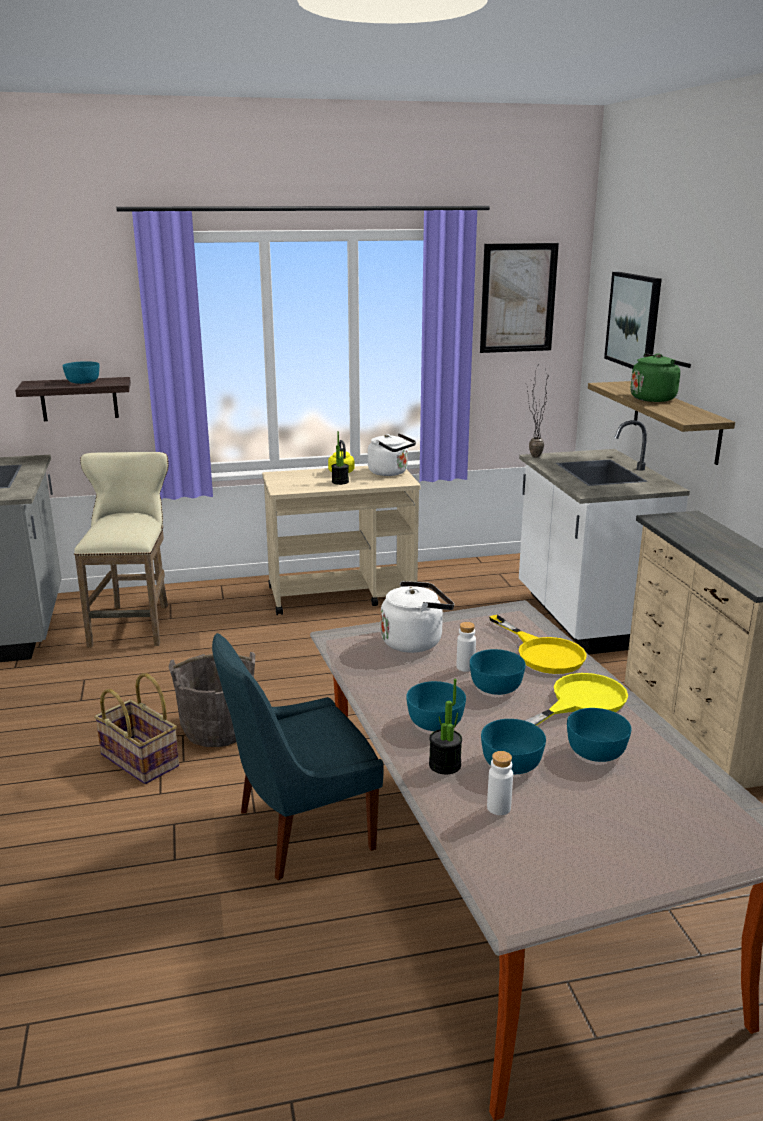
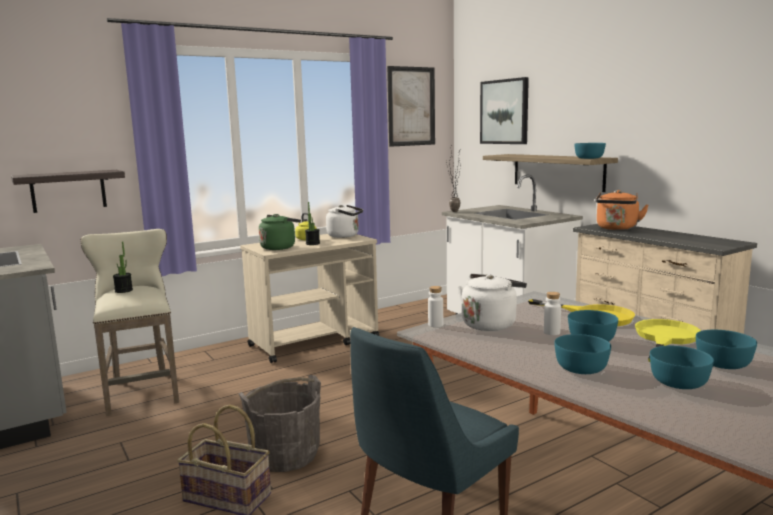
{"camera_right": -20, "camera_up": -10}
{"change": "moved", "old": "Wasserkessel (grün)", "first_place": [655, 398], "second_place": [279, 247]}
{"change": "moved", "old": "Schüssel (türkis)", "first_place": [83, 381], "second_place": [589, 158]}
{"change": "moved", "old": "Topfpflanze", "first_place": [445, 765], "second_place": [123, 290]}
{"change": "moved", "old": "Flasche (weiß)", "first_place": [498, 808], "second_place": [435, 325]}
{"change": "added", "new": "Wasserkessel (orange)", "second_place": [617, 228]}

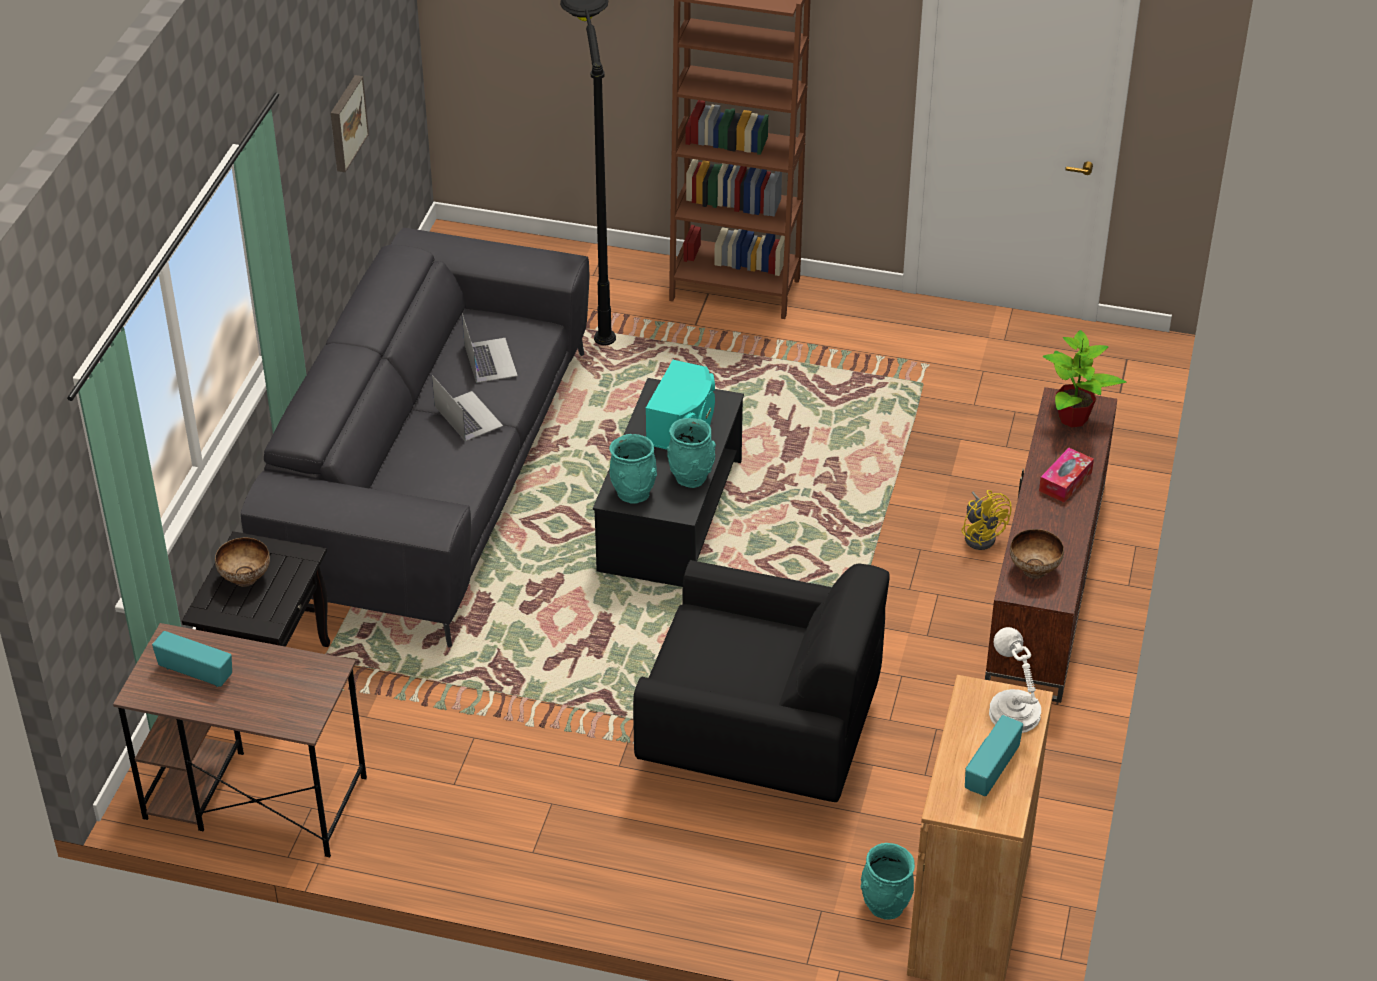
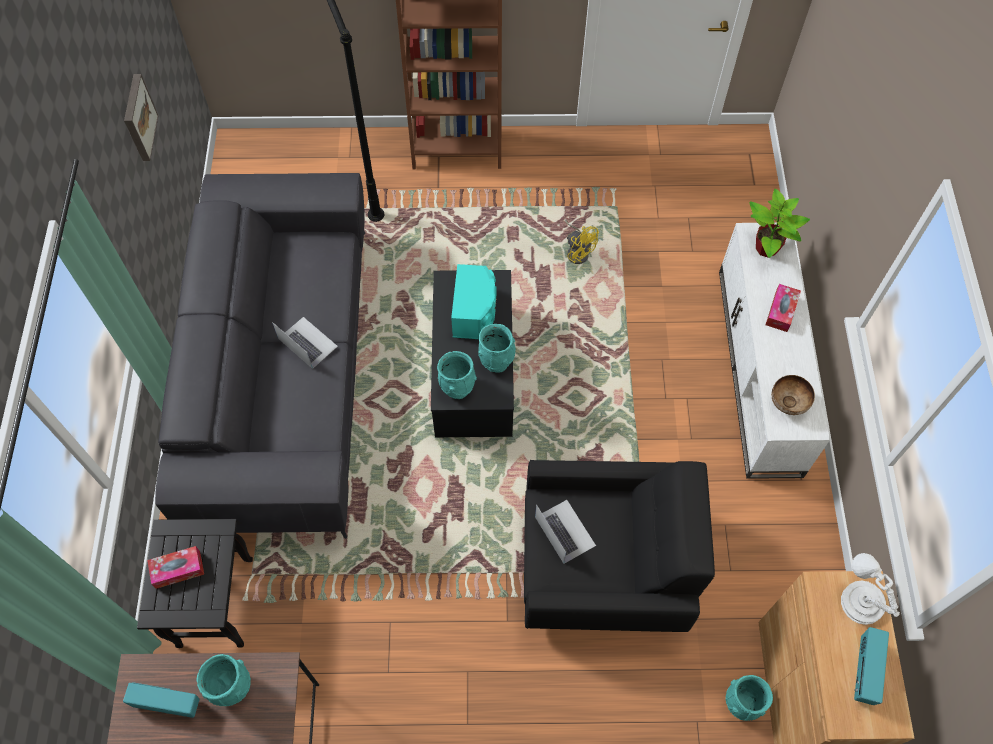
{"camera_right": -15, "camera_up": 20}
{"change": "moved", "old": "Laptop", "first_place": [490, 360], "second_place": [564, 531]}
{"change": "recoloured", "old": "Fernsehschrank (braun)", "new": "Fernsehschrank (weiß)", "first_place": [1048, 584], "second_place": [760, 370]}
{"change": "moved", "old": "Ventilator (gelb)", "first_place": [981, 535], "second_place": [577, 251]}
{"change": "replaced", "old": "Schüssel", "new": "Taschentuchbox", "first_place": [245, 579], "second_place": [178, 569]}
{"change": "added", "new": "Vase (türkis)", "second_place": [232, 687]}

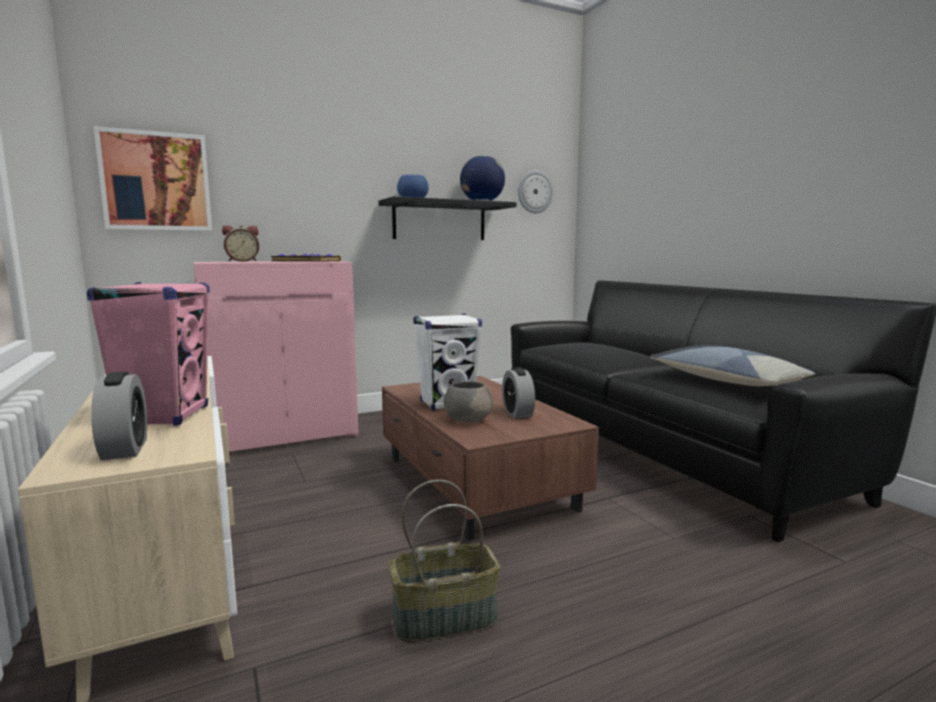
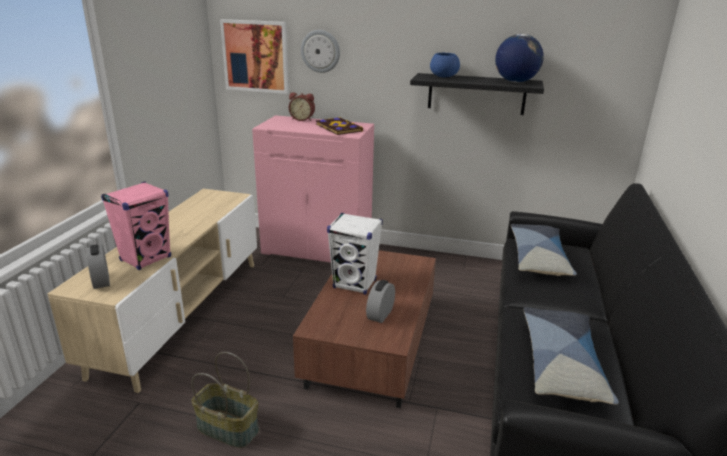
{"camera_right": 40, "camera_up": 15}
{"change": "moved", "old": "Wanduhr", "first_place": [534, 192], "second_place": [320, 51]}
{"change": "turned", "old": "Wecker", "first_place": [125, 449], "second_place": [101, 281], "degrees": 135}
{"change": "removed", "old": "Schüssel (grau)", "first_place": [468, 419]}
{"change": "added", "new": "Kissen", "second_place": [538, 258]}

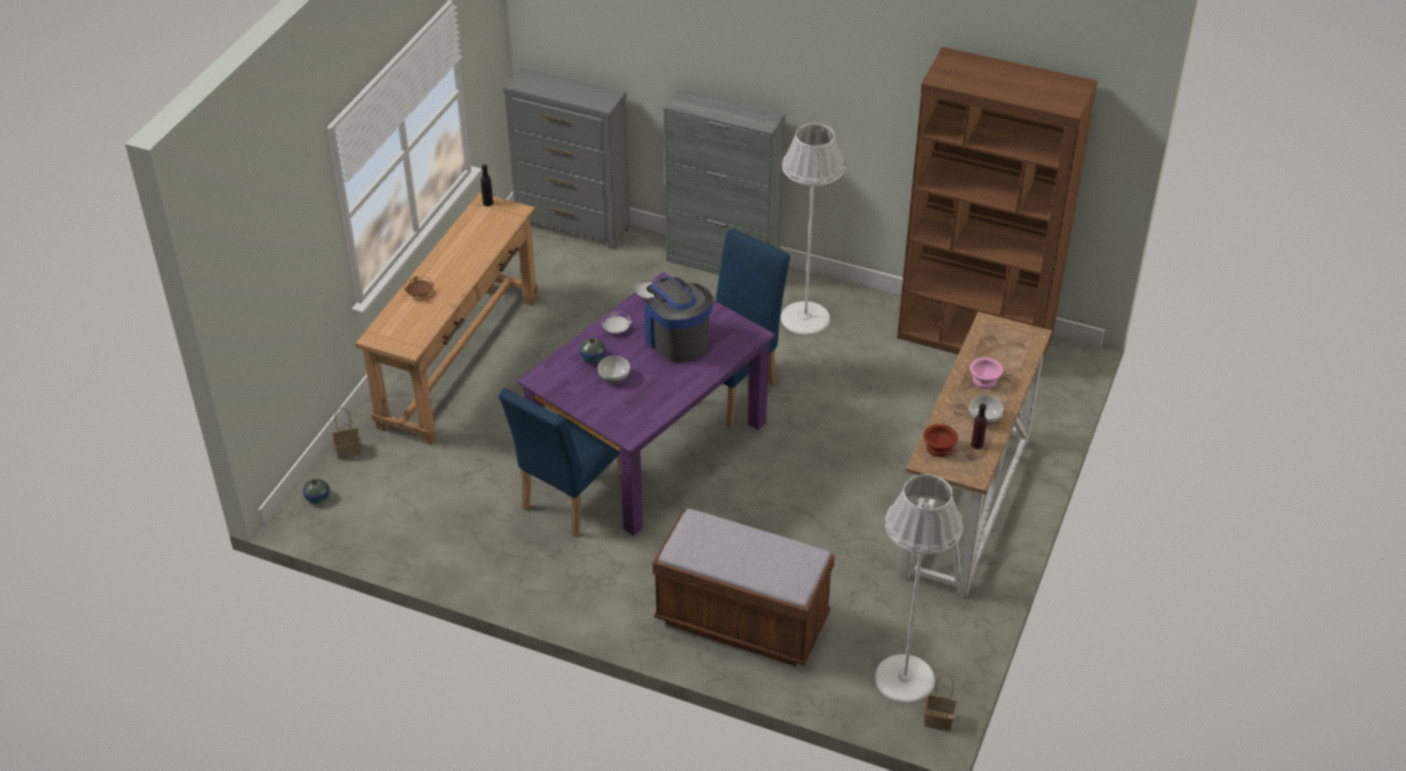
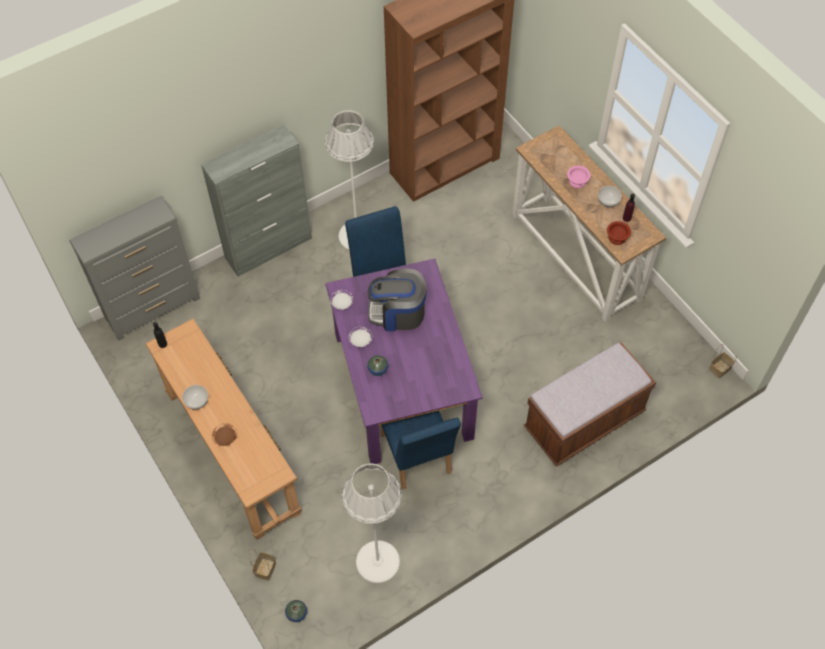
{"camera_right": -55, "camera_up": 15}
{"change": "moved", "old": "Schüssel", "first_place": [614, 377], "second_place": [197, 401]}
{"change": "moved", "old": "Stehlampe (weiß)", "first_place": [904, 678], "second_place": [377, 561]}

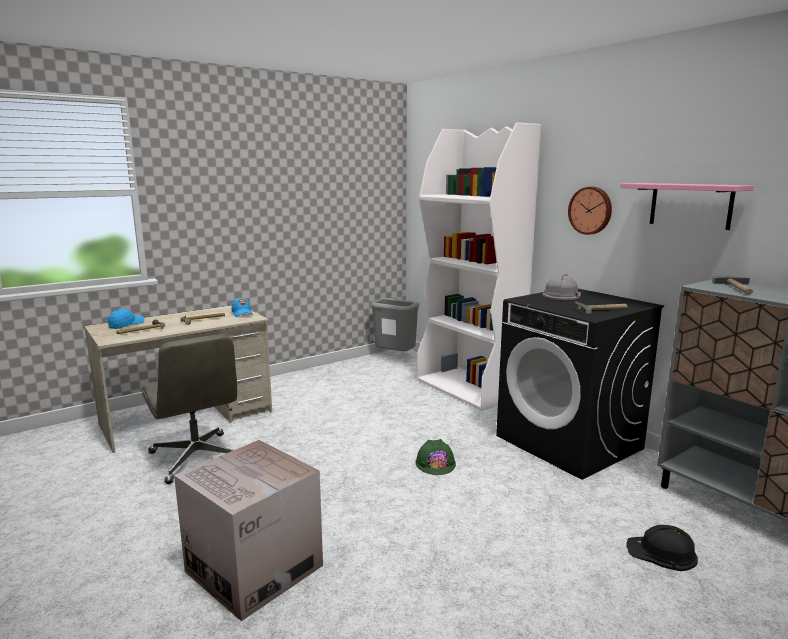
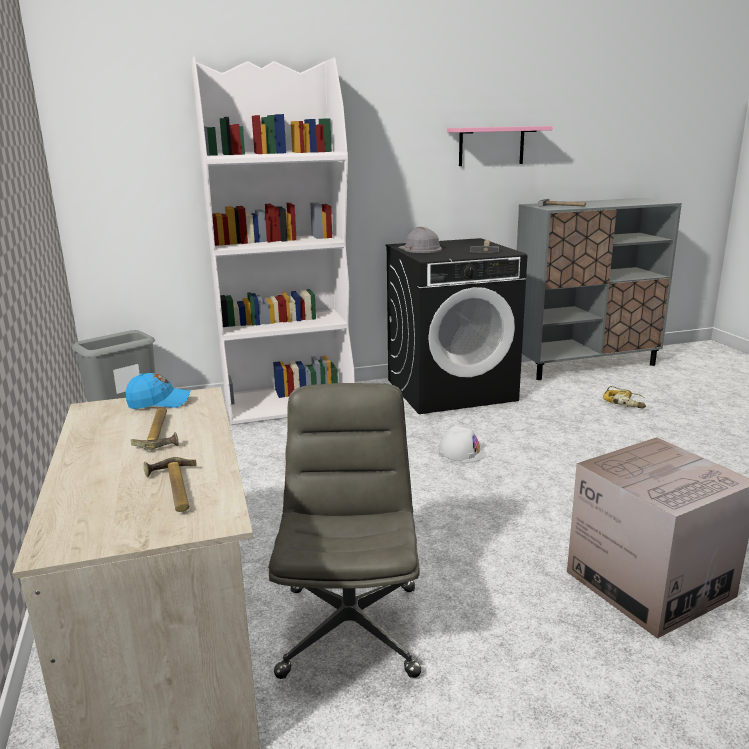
{"camera_right": -70, "camera_up": 5}
{"change": "removed", "old": "Wanduhr", "first_place": [591, 210]}
{"change": "removed", "old": "Kappe (blau)", "first_place": [126, 324]}
{"change": "turned", "old": "Bürostuhl (grau)", "first_place": [197, 458], "second_place": [350, 628], "degrees": -75}
{"change": "recoloured", "old": "Schutzhelm (grün)", "new": "Schutzhelm (weiß)", "first_place": [435, 463], "second_place": [461, 452]}
{"change": "replaced", "old": "Schutzhelm (schwarz)", "new": "Bohrmaschine", "first_place": [662, 552], "second_place": [625, 402]}

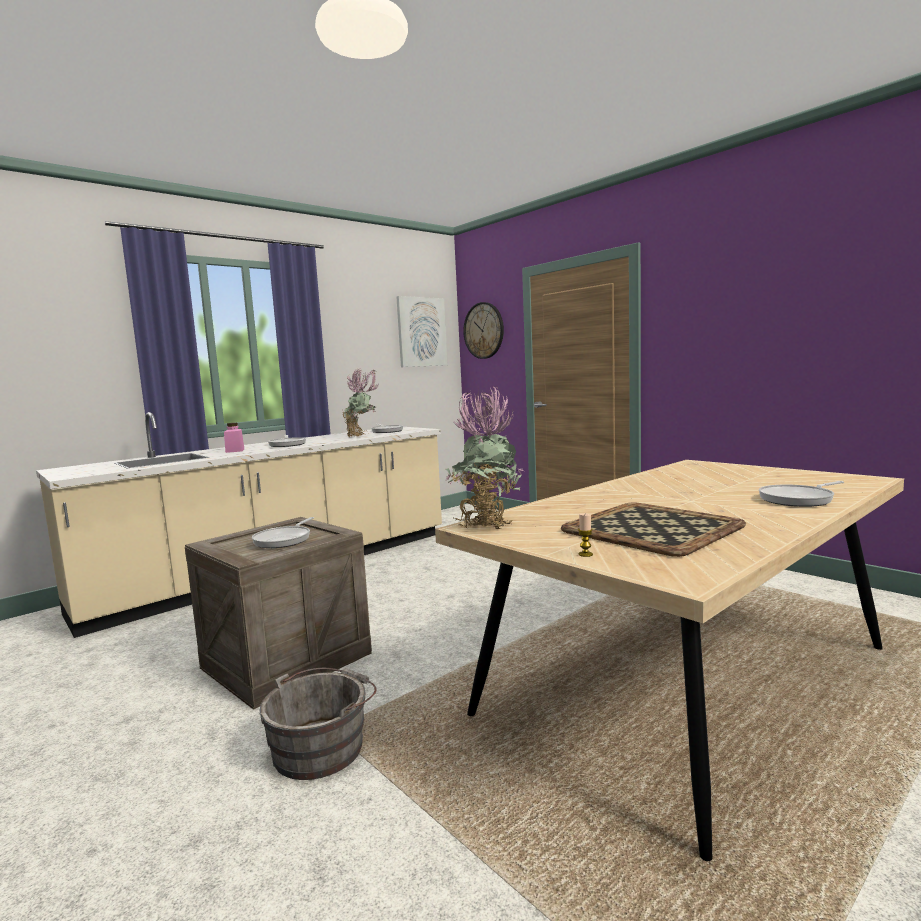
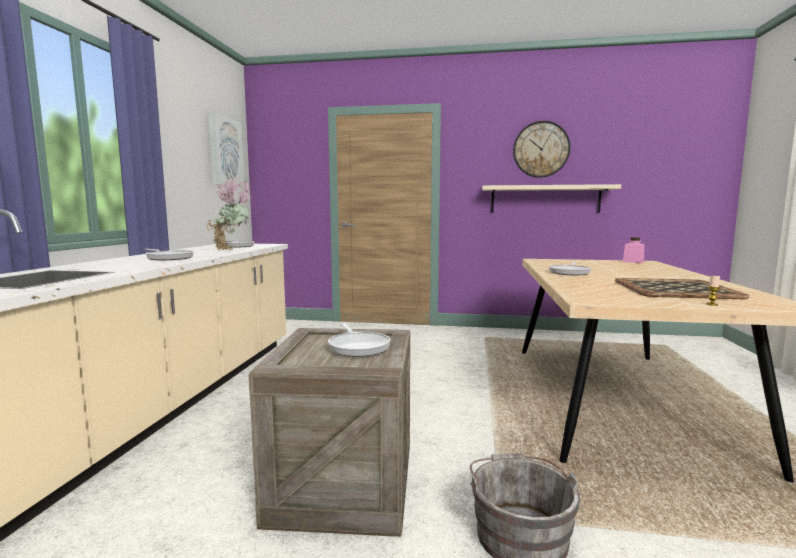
{"camera_right": -40, "camera_up": 0}
{"change": "moved", "old": "Wanduhr", "first_place": [484, 330], "second_place": [541, 149]}
{"change": "removed", "old": "Topfpflanze", "first_place": [486, 524]}
{"change": "moved", "old": "Vorratsglas (rosa)", "first_place": [235, 450], "second_place": [633, 261]}
{"change": "moved", "old": "Pfanne", "first_place": [799, 499], "second_place": [570, 272]}
{"change": "added", "new": "Wandregal (beige)", "second_place": [545, 199]}

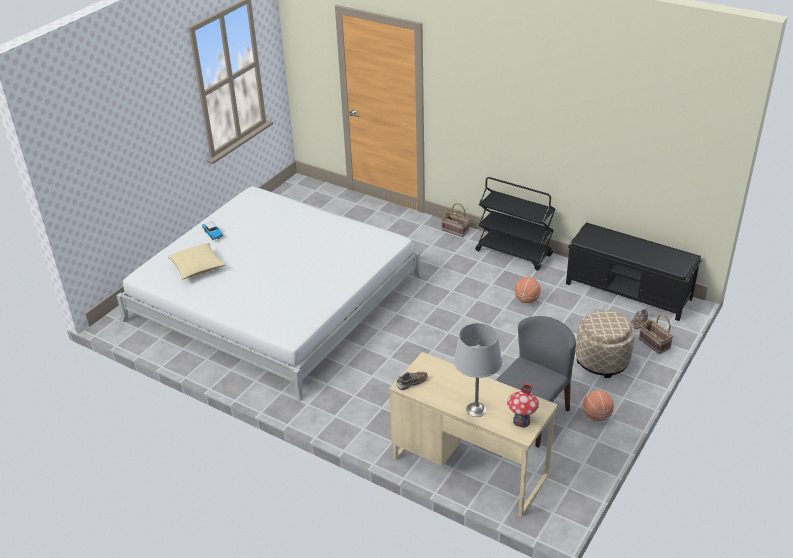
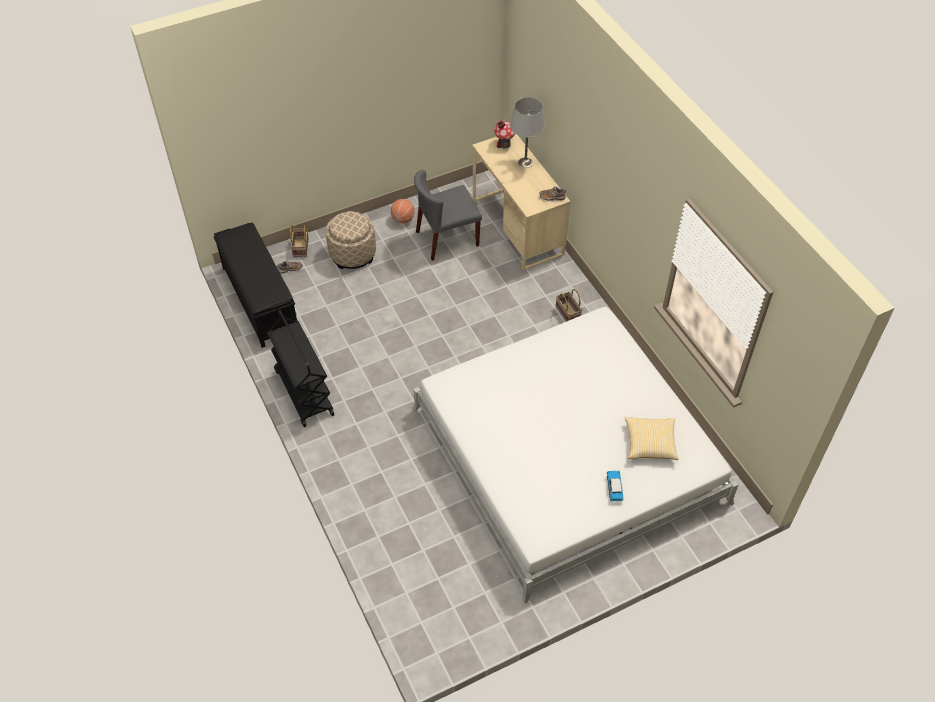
{"camera_right": -150, "camera_up": 15}
{"change": "moved", "old": "Korb", "first_place": [456, 230], "second_place": [567, 313]}
{"change": "removed", "old": "Basketball", "first_place": [527, 300]}

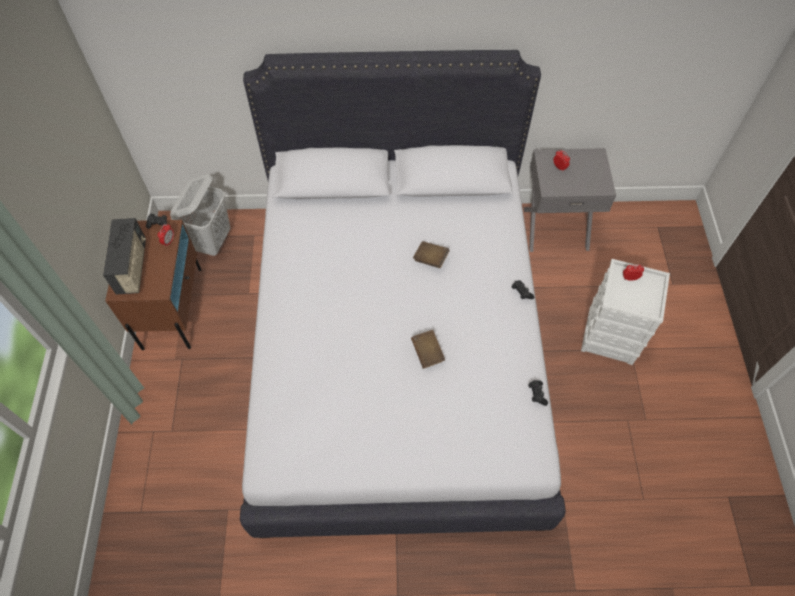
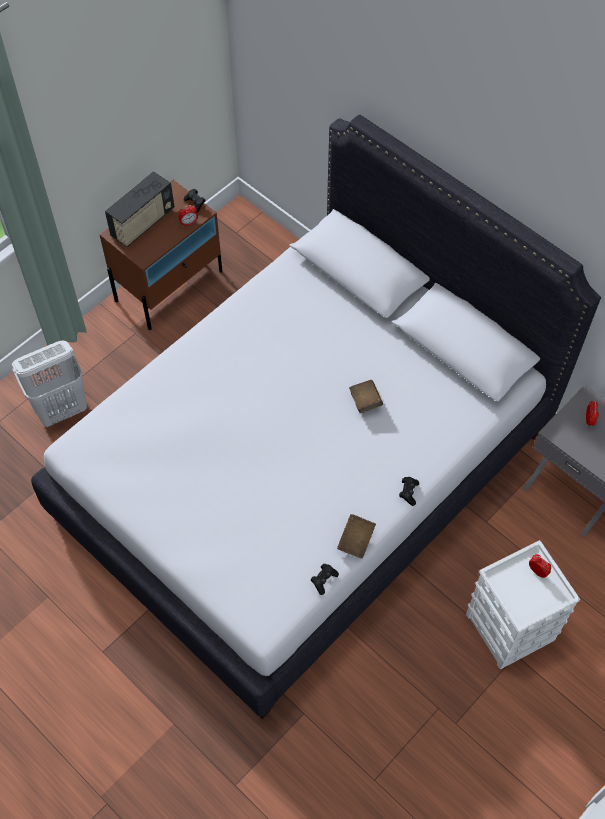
{"camera_right": 45, "camera_up": 0}
{"change": "moved", "old": "Wäschekorb (weiß)", "first_place": [212, 241], "second_place": [62, 409]}
{"change": "moved", "old": "Buch (braun)", "first_place": [427, 353], "second_place": [356, 540]}

